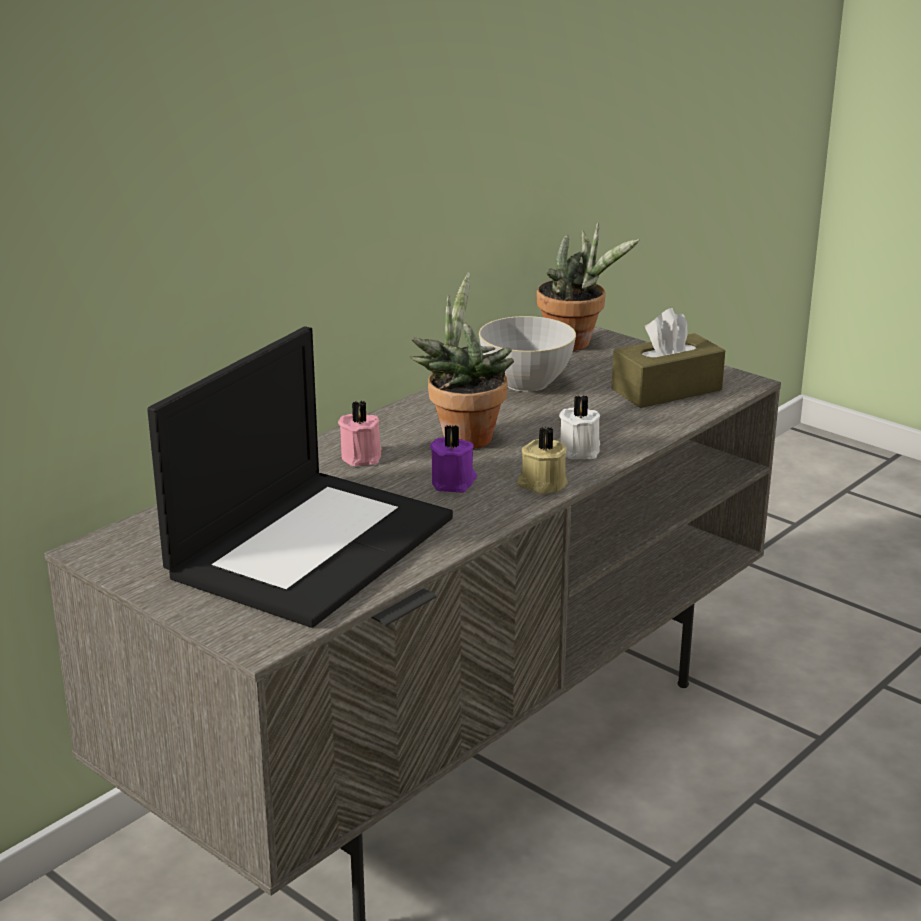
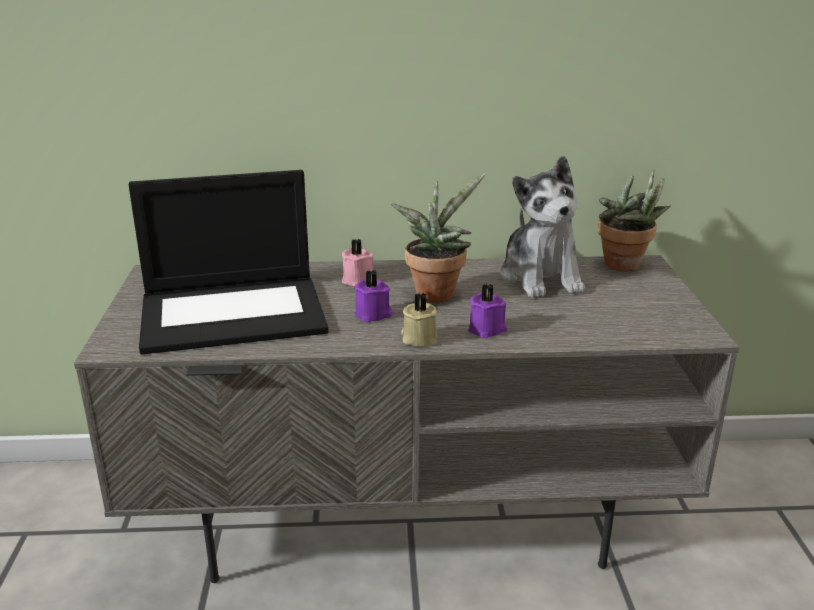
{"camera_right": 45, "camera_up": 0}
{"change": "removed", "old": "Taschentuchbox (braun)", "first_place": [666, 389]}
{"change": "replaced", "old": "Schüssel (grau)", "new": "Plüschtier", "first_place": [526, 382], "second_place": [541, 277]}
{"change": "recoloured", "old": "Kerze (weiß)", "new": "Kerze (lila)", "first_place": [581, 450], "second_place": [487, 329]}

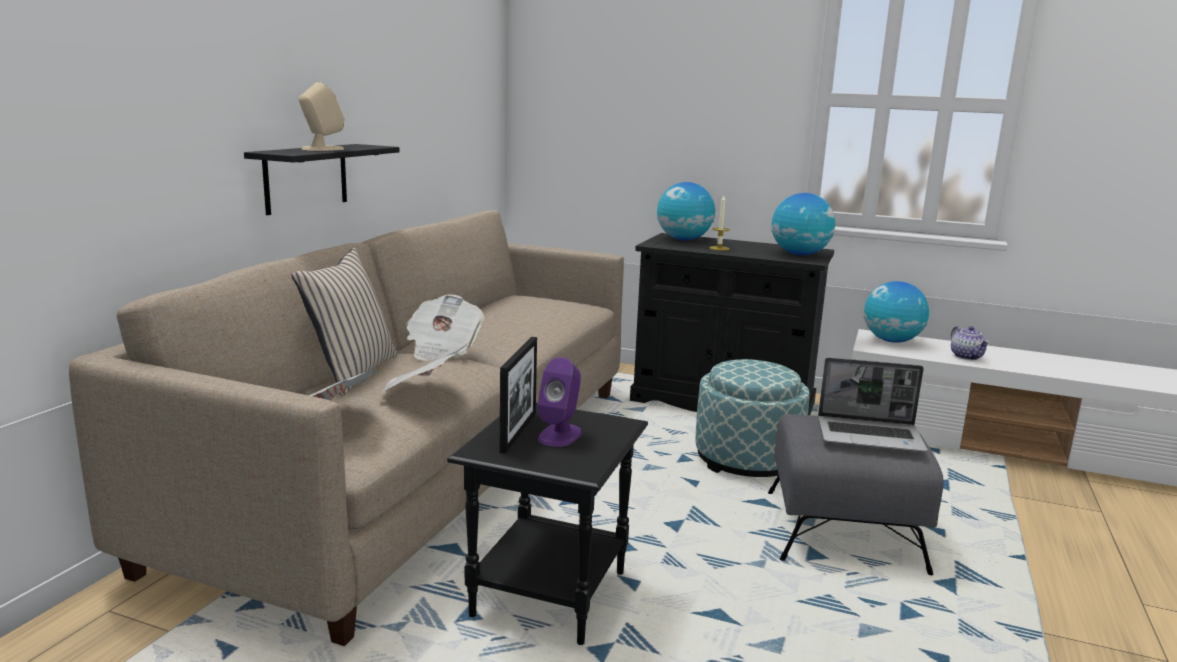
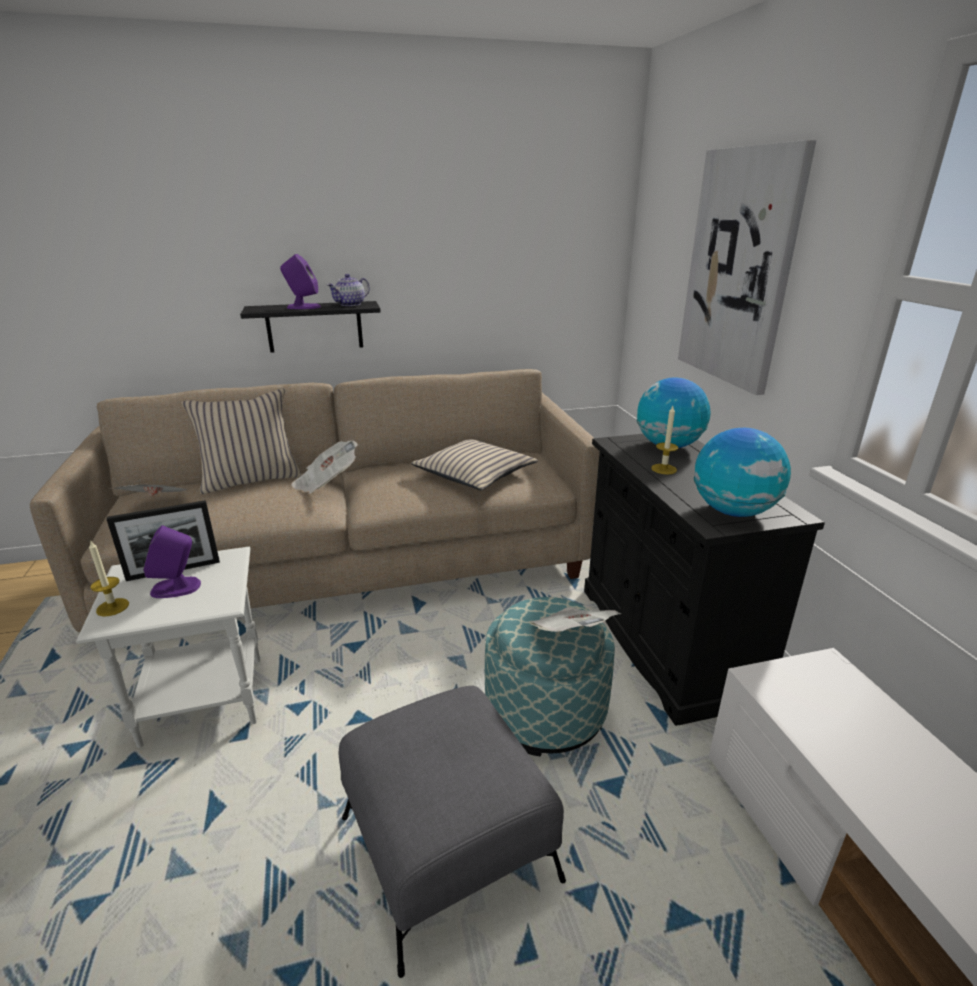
{"camera_right": 55, "camera_up": 10}
{"change": "recoloured", "old": "Lautsprecher (beige)", "new": "Lautsprecher (lila)", "first_place": [322, 149], "second_place": [303, 307]}
{"change": "removed", "old": "Globus", "first_place": [891, 341]}
{"change": "moved", "old": "Teekanne", "first_place": [967, 357], "second_place": [350, 304]}
{"change": "moved", "old": "Zeitung", "first_place": [423, 392], "second_place": [572, 637]}
{"change": "removed", "old": "Laptop", "first_place": [871, 436]}
{"change": "recoloured", "old": "Beistelltisch (schwarz)", "new": "Beistelltisch (weiß)", "first_place": [550, 593], "second_place": [206, 700]}
{"change": "added", "new": "Bild", "second_place": [739, 269]}
{"change": "added", "new": "Kissen (beige)", "second_place": [474, 474]}
{"change": "added", "new": "Kerze", "second_place": [112, 607]}

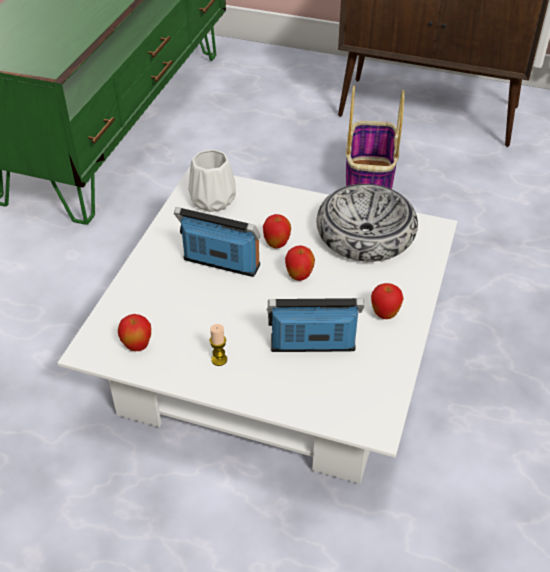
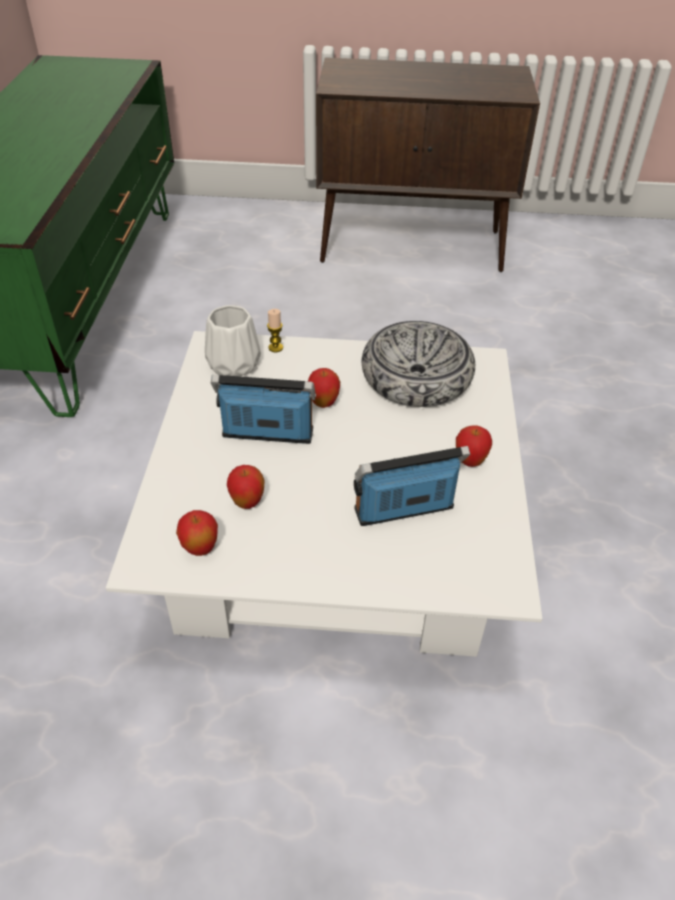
{"camera_right": -15, "camera_up": 0}
{"change": "removed", "old": "Korb", "first_place": [368, 181]}
{"change": "moved", "old": "Apfel", "first_place": [299, 276], "second_place": [247, 502]}
{"change": "moved", "old": "Kerze", "first_place": [219, 359], "second_place": [275, 347]}

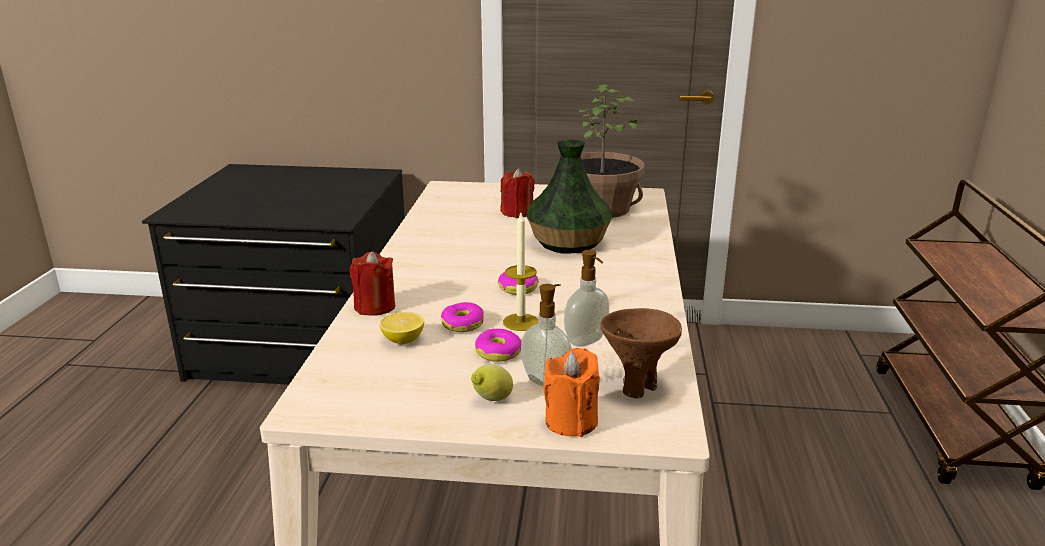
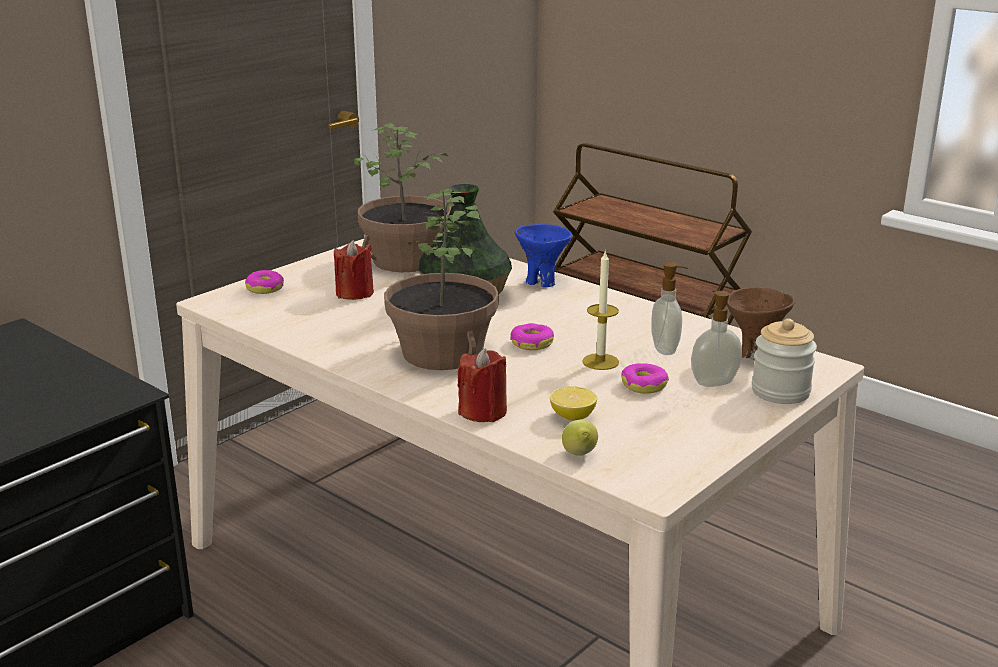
{"camera_right": -55, "camera_up": 0}
{"change": "moved", "old": "Donut", "first_place": [462, 324], "second_place": [265, 288]}
{"change": "replaced", "old": "Kerze (orange)", "new": "Vorratsglas", "first_place": [571, 421], "second_place": [780, 391]}
{"change": "moved", "old": "Zitrone", "first_place": [491, 400], "second_place": [579, 455]}
{"change": "added", "new": "Topfpflanze", "second_place": [441, 353]}
{"change": "added", "new": "Schüssel (blau)", "second_place": [541, 282]}

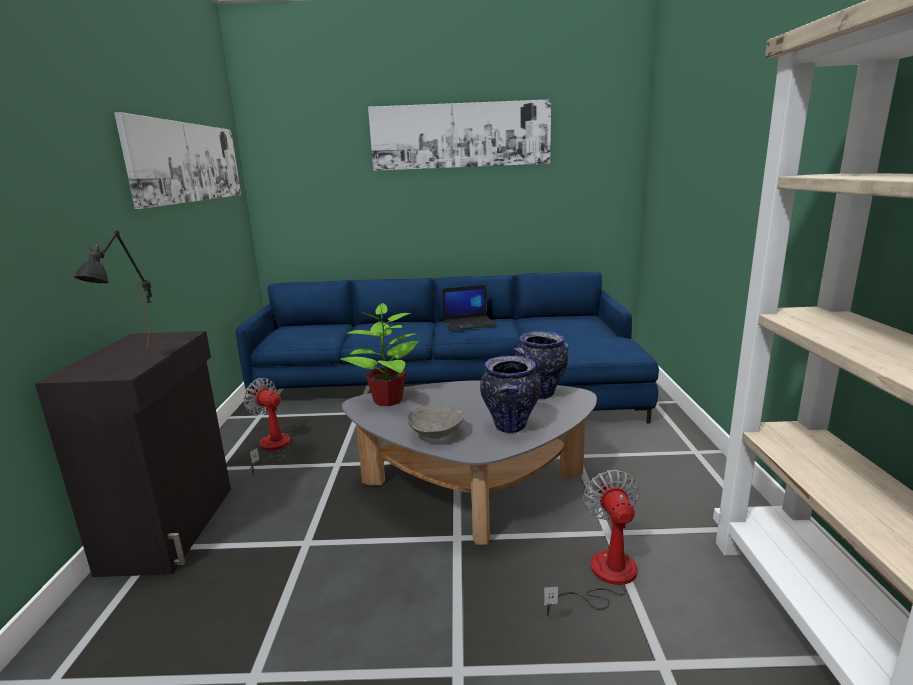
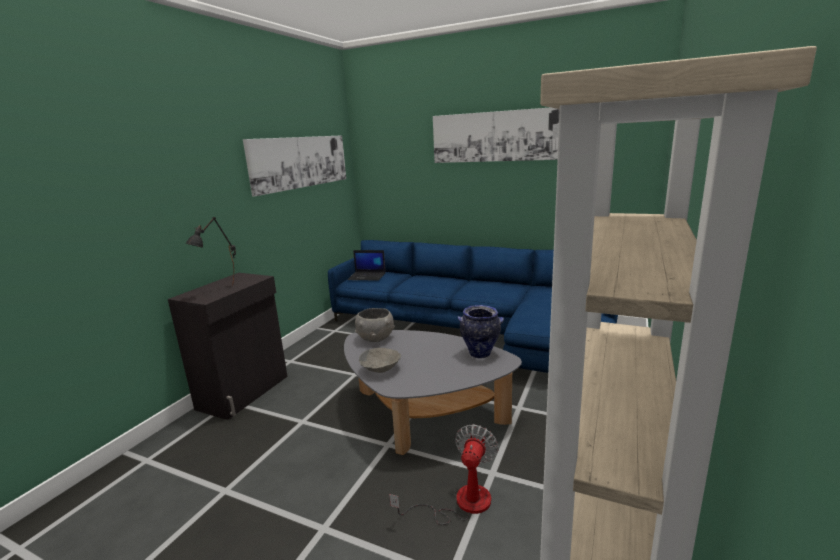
{"camera_right": 25, "camera_up": 0}
{"change": "moved", "old": "Laptop", "first_place": [469, 324], "second_place": [367, 276]}
{"change": "replaced", "old": "Topfpflanze", "new": "Schüssel (grau)", "first_place": [387, 400], "second_place": [375, 338]}
{"change": "removed", "old": "Vase", "first_place": [510, 427]}
{"change": "removed", "old": "Ventilator", "first_place": [272, 448]}

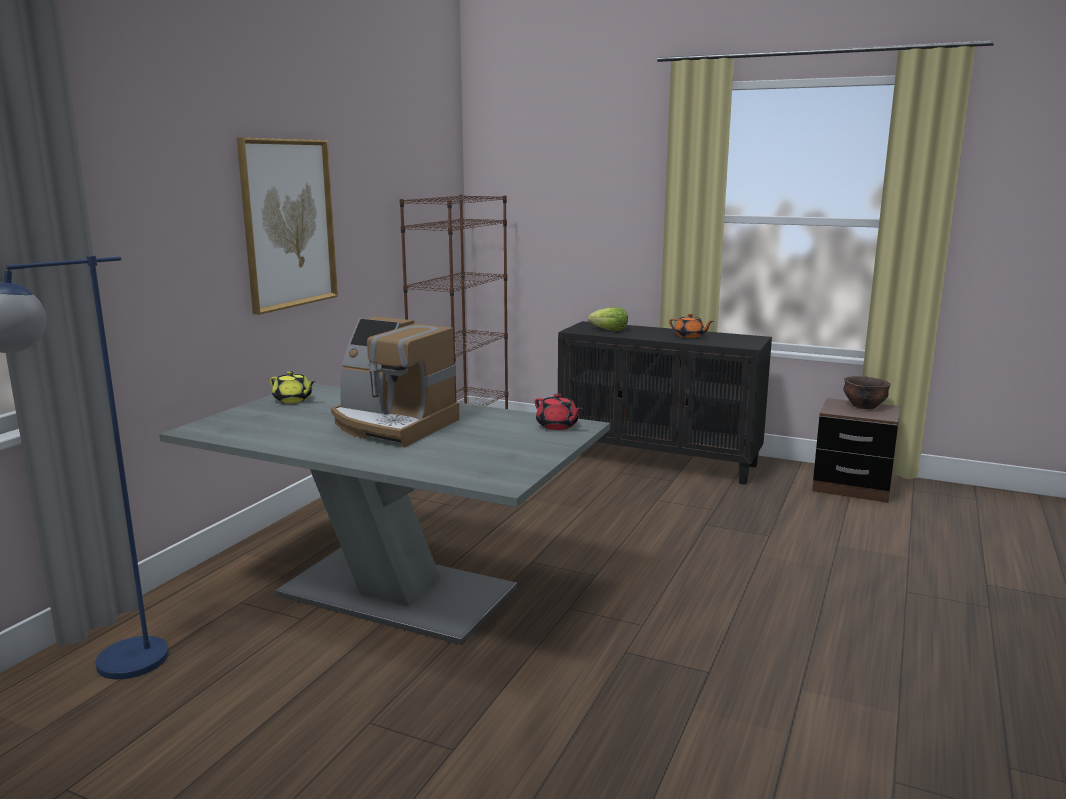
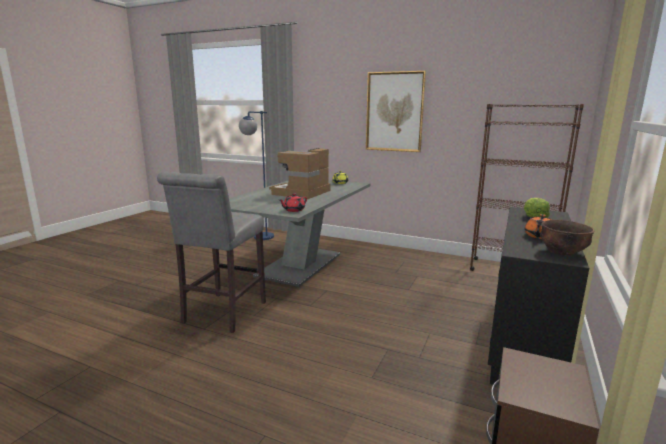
{"camera_right": 90, "camera_up": 0}
{"change": "moved", "old": "Schüssel (braun)", "first_place": [863, 406], "second_place": [562, 252]}
{"change": "added", "new": "Hocker (grau)", "second_place": [222, 314]}

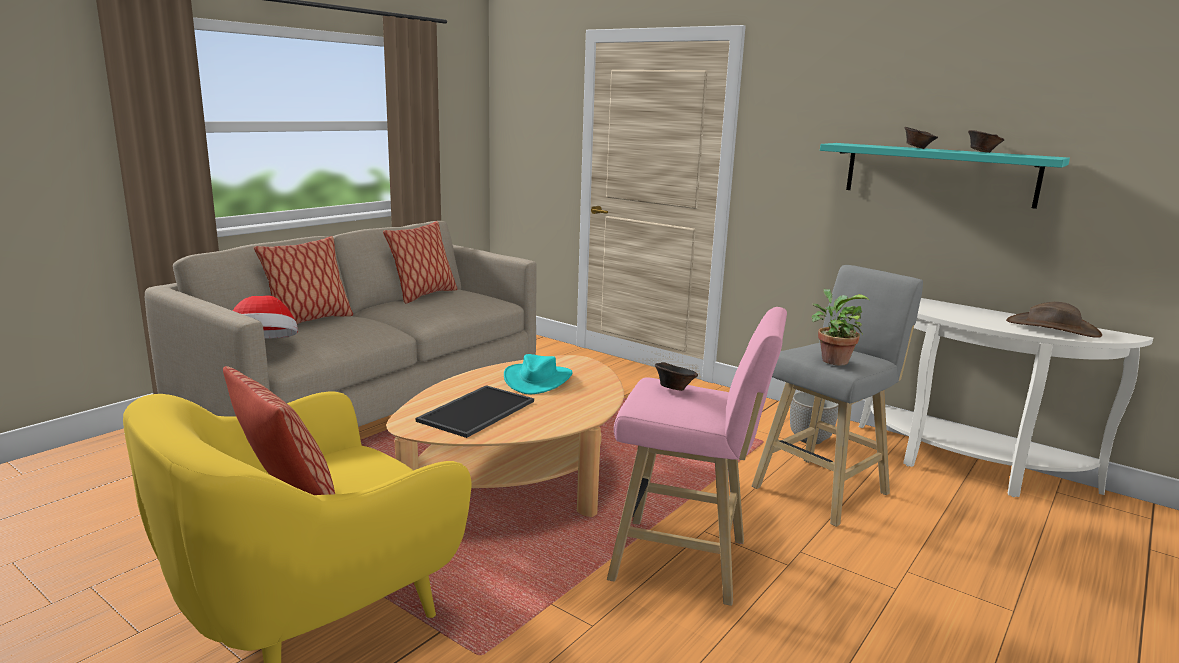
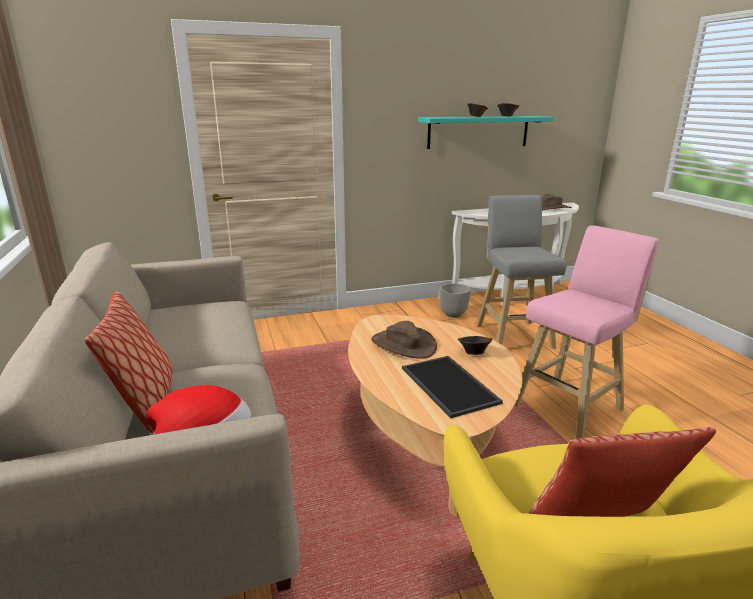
{"camera_right": -55, "camera_up": 5}
{"change": "removed", "old": "Kissen", "first_place": [423, 295]}
{"change": "removed", "old": "Topfpflanze", "first_place": [832, 360]}
{"change": "recoloured", "old": "Hut (türkis)", "new": "Hut (braun)", "first_place": [537, 380], "second_place": [403, 344]}
{"change": "moved", "old": "Schüssel (braun)", "first_place": [674, 389], "second_place": [473, 353]}

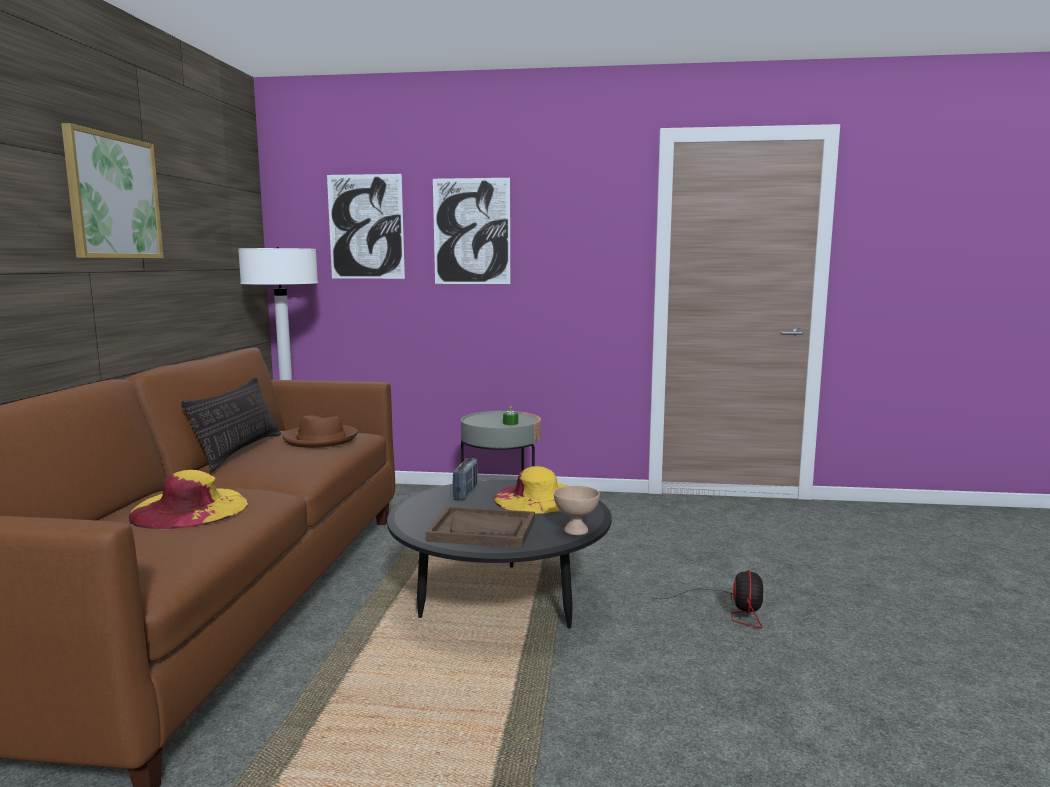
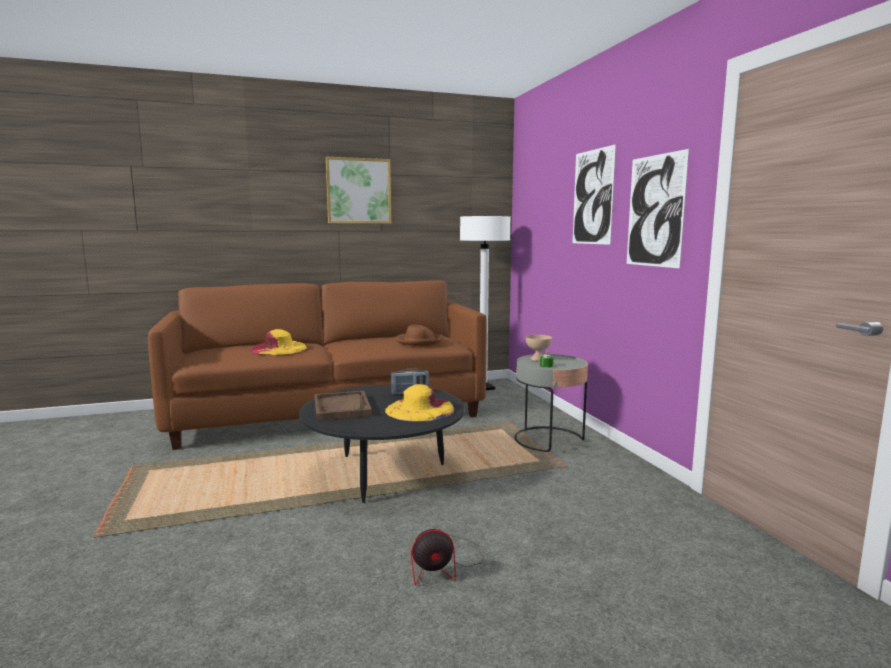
{"camera_right": 65, "camera_up": 0}
{"change": "moved", "old": "Bild", "first_place": [366, 227], "second_place": [655, 211]}
{"change": "removed", "old": "Kissen", "first_place": [239, 451]}
{"change": "moved", "old": "Schüssel (beige)", "first_place": [576, 531], "second_place": [537, 359]}

